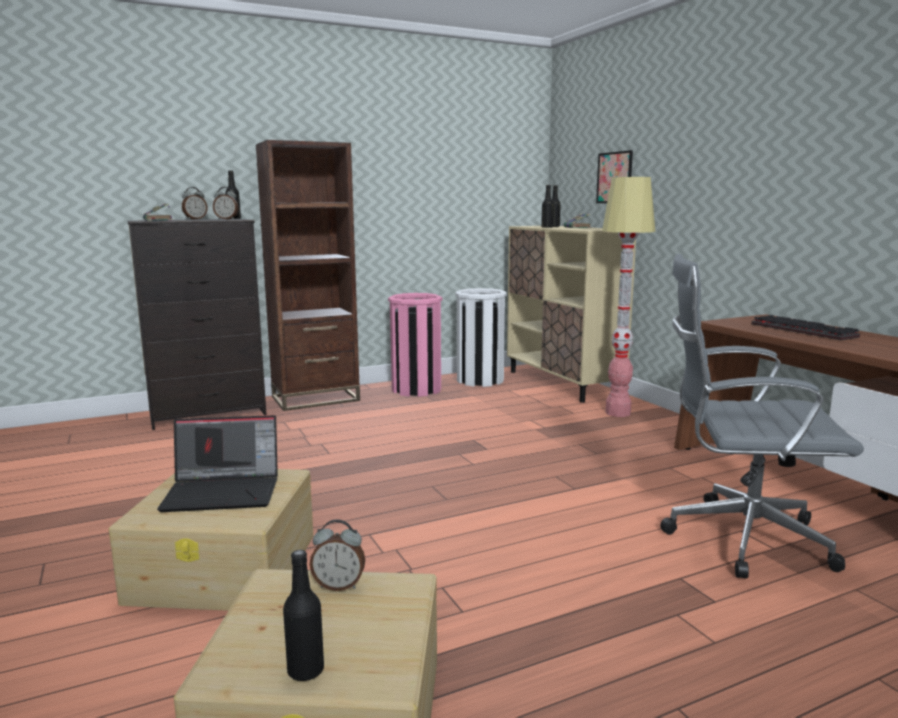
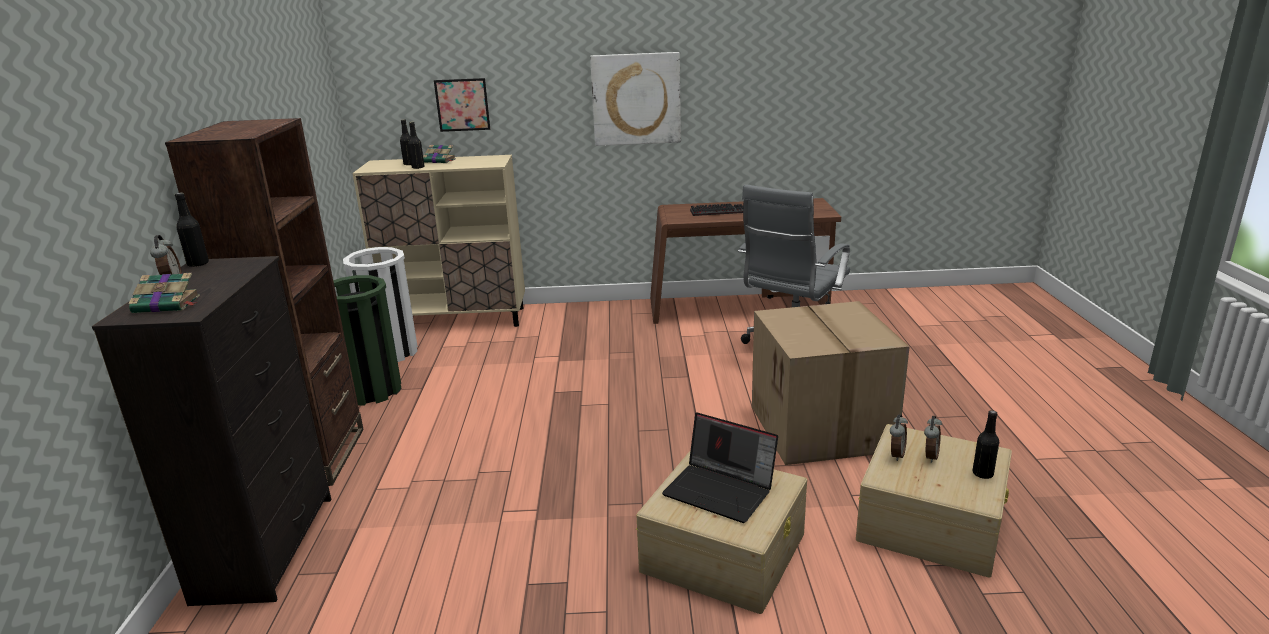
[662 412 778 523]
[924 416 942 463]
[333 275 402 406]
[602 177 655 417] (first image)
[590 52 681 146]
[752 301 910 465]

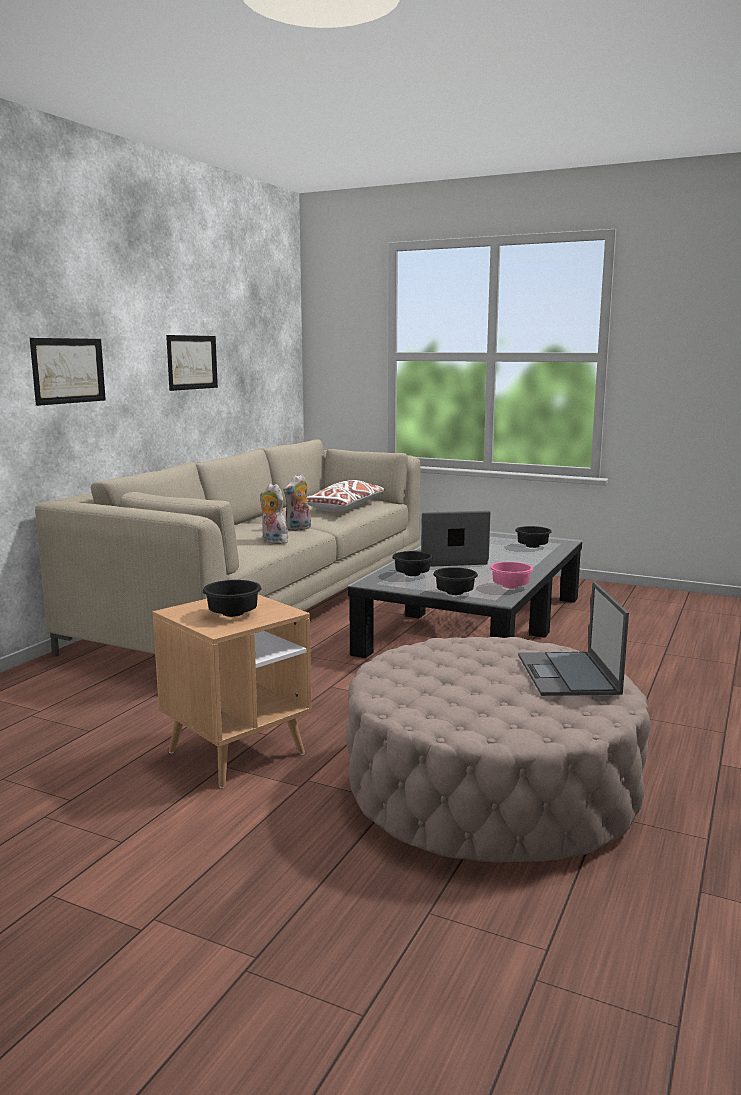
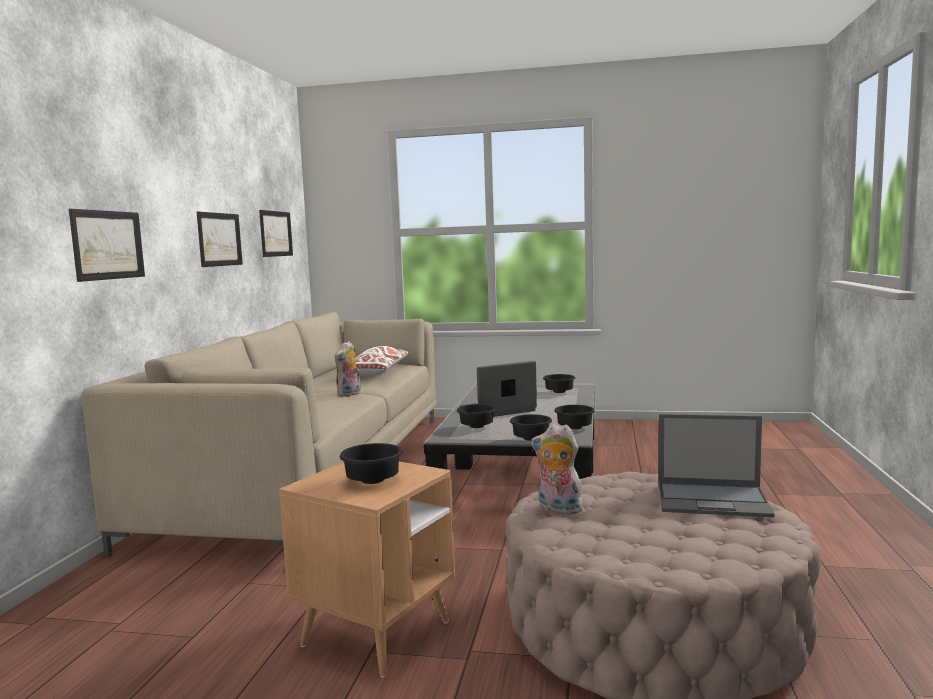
[531 424 583 514]
[554 405 595 429]
[658 414 774 517]
[259 210 293 257]

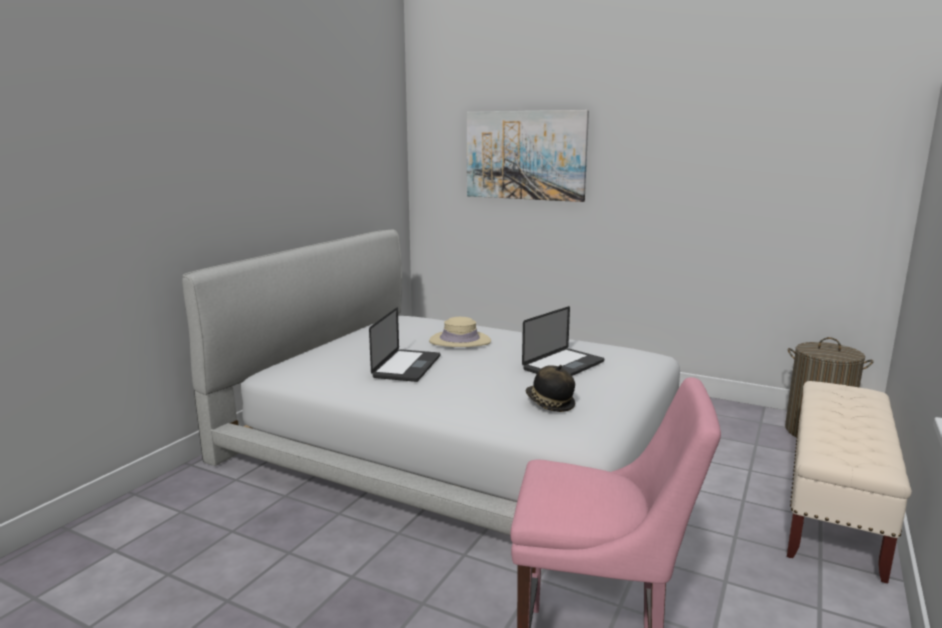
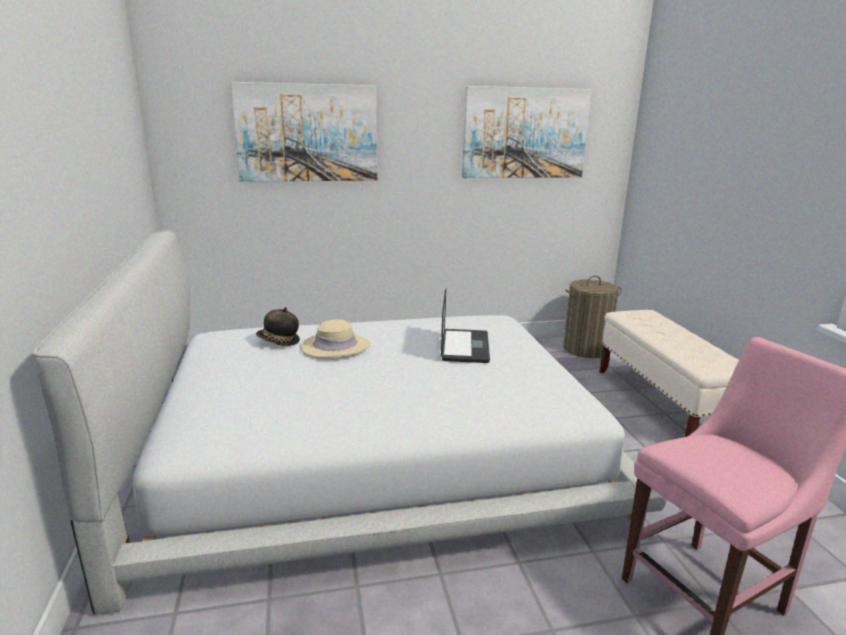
[369 307 440 382] (first image)
[256 307 300 346]
[462 86 592 178]

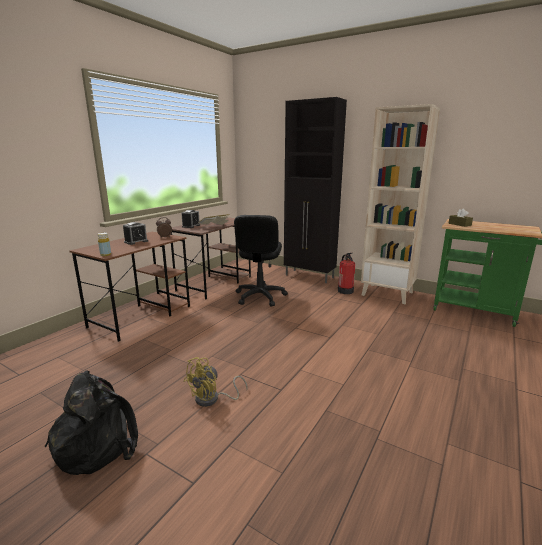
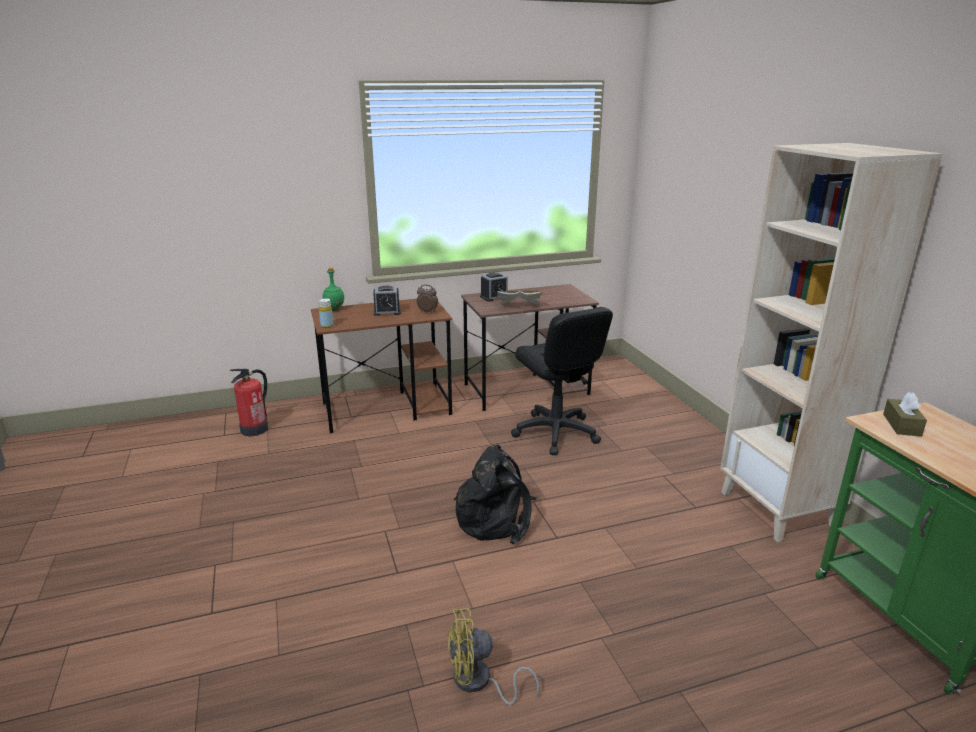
[454 445 537 544]
[447 609 540 705]
[511 307 613 455]
[284 97 347 283] (first image)
[230 369 268 436]
[323 268 345 311]

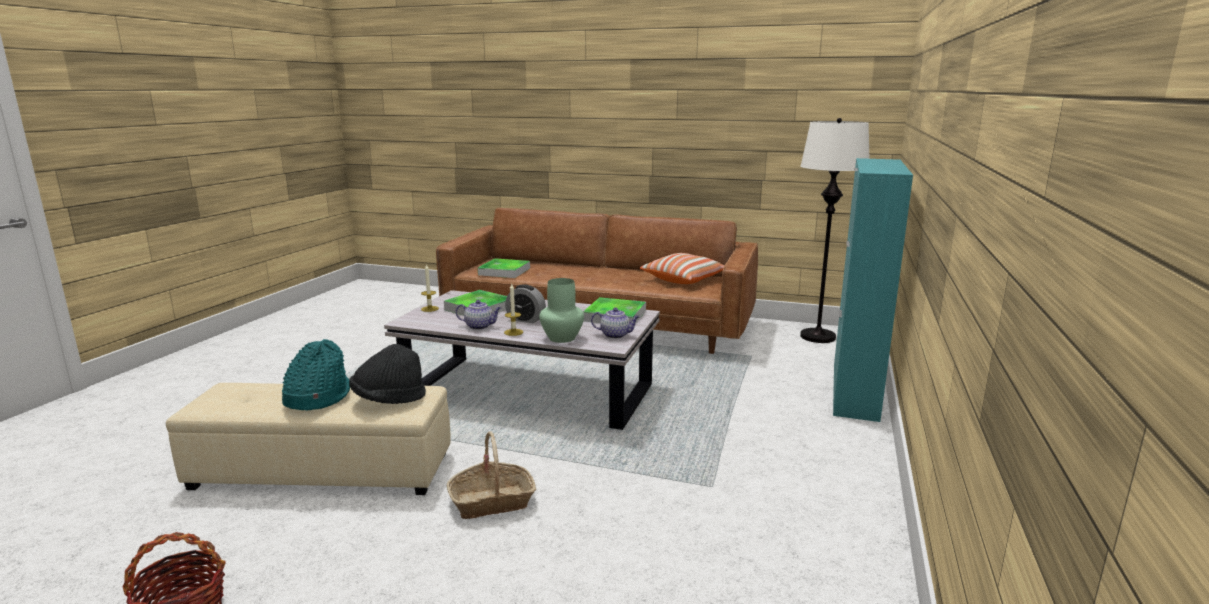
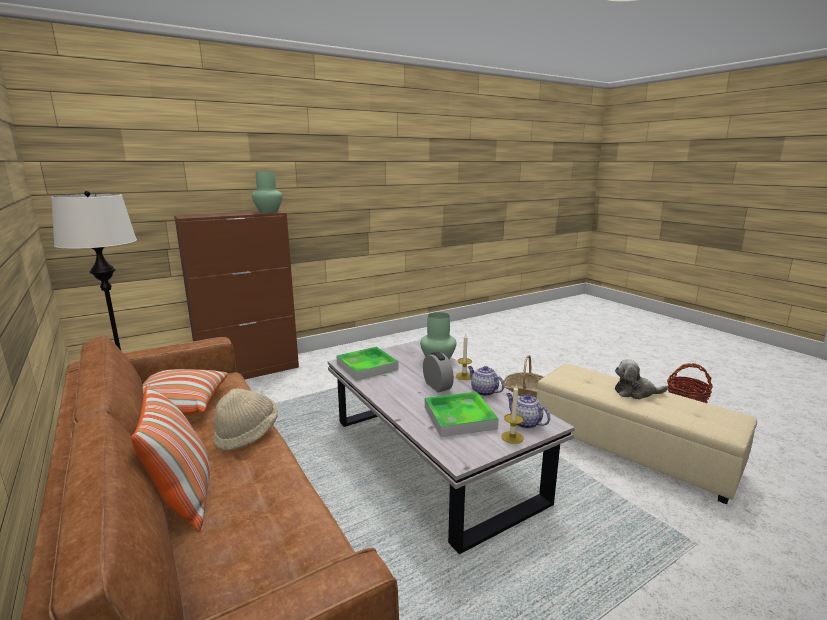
[615 359 668 399]
[349 344 426 404] (first image)
[478 258 530 278] (first image)
[506 393 550 429]
[174 211 299 380]
[131 383 210 532]
[214 388 278 451]
[252 171 283 213]

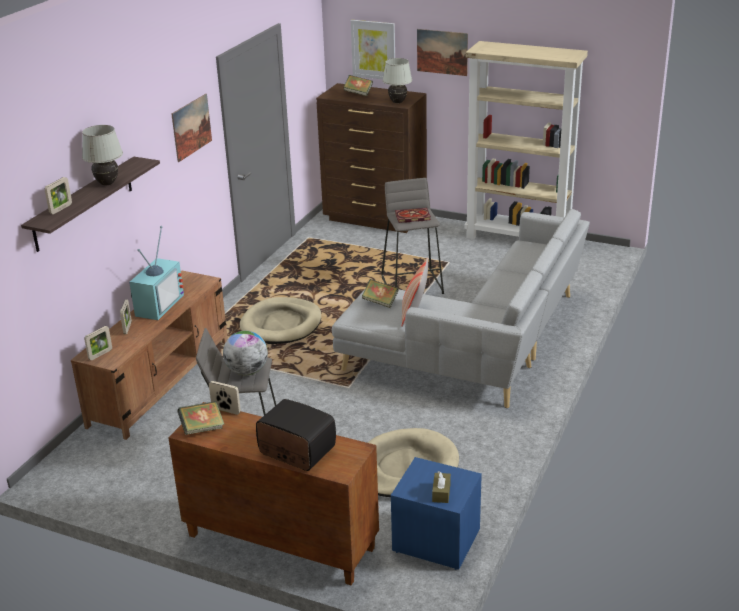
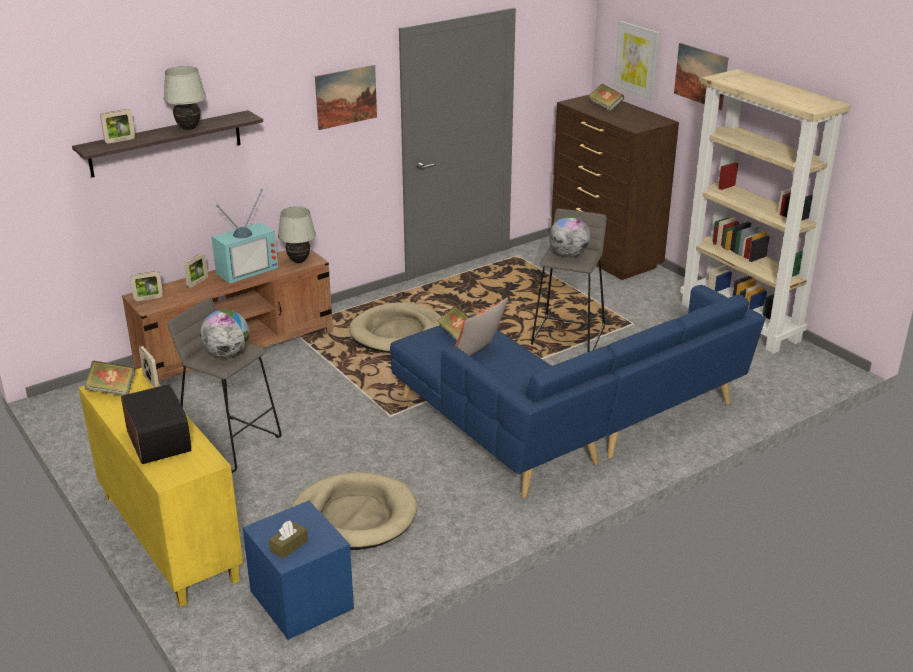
[79 368 243 607]
[390 285 765 498]
[278 206 316 263]
[549 216 590 257]

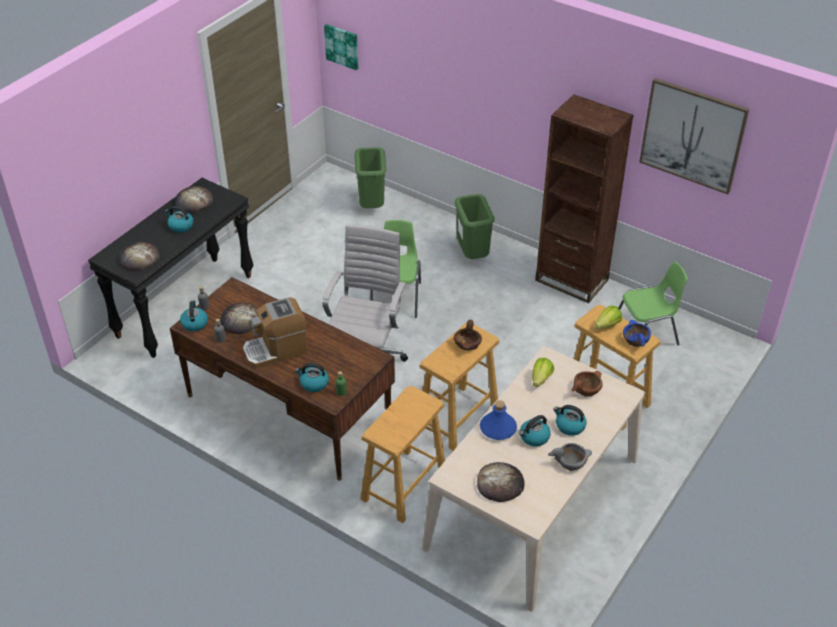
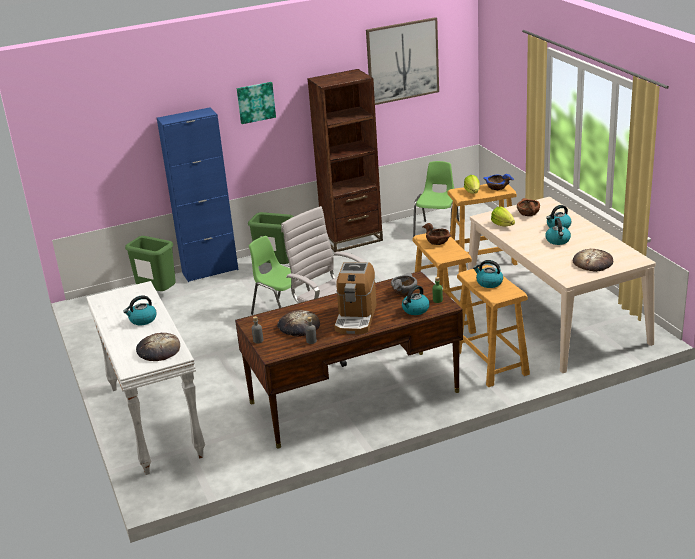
[86 281 205 475]
[175 186 213 212] (first image)
[473 260 503 288]
[237 82 276 124]
[480 400 517 440] (first image)
[391 273 417 295]
[157 107 238 282]

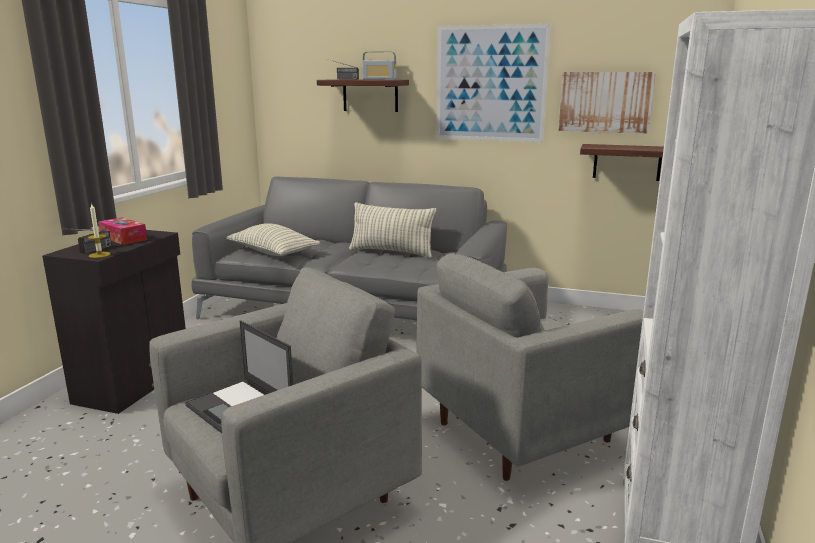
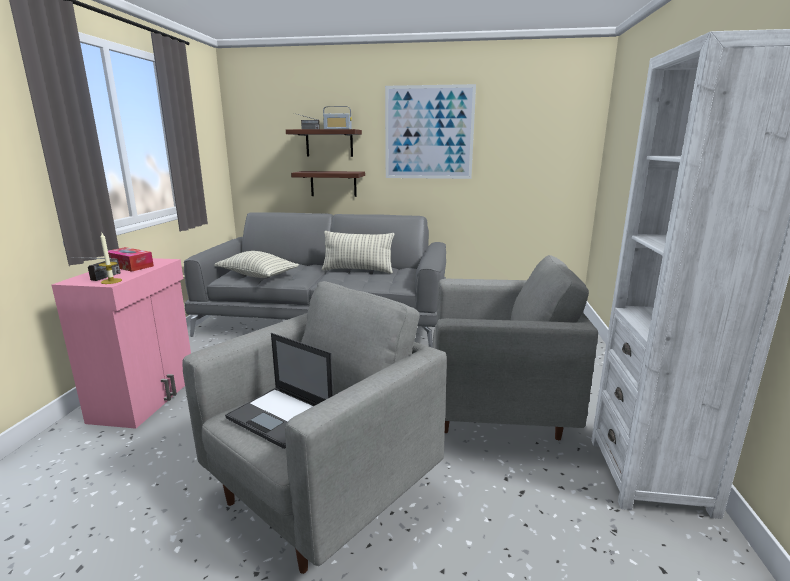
[52 258 191 429]
[432 255 598 440]
[559 72 656 133] (first image)
[291 171 365 197]

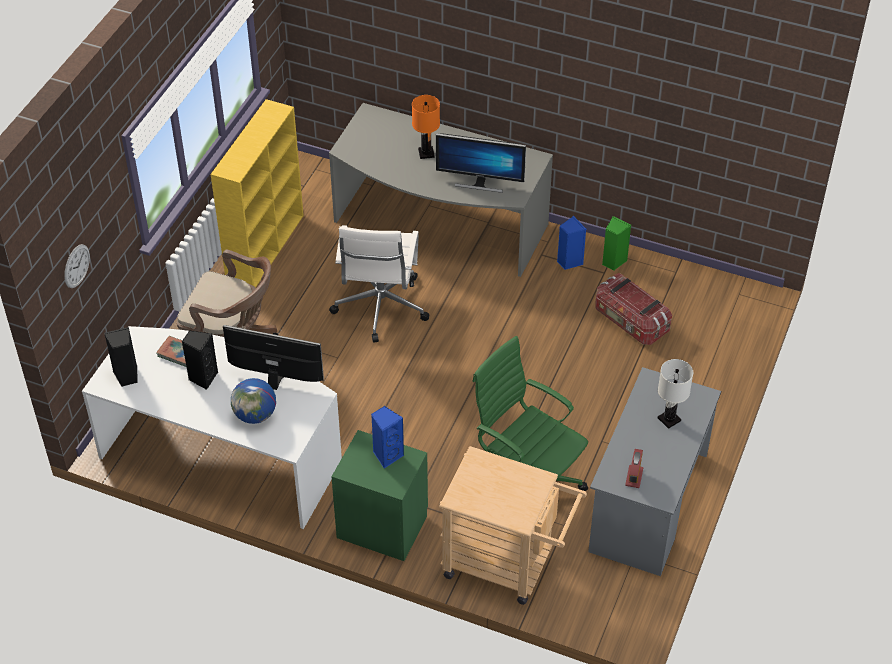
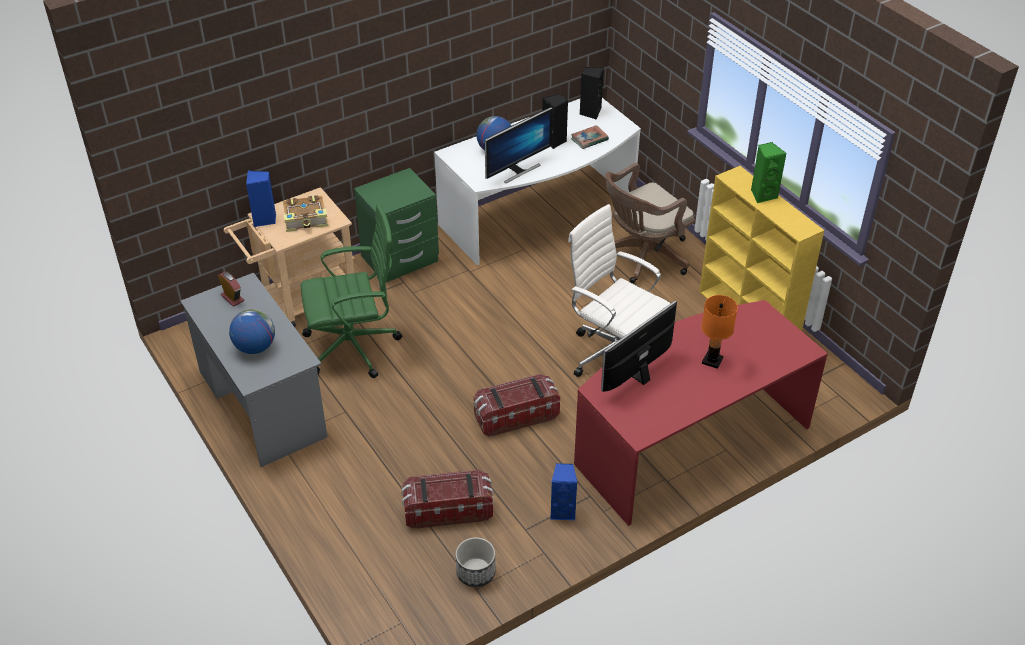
[64 244 90 288] (first image)
[574 300 828 526]
[246 170 276 227]
[751 142 786 204]
[229 309 275 354]
[283 195 328 232]
[455 537 496 587]
[474 374 560 437]

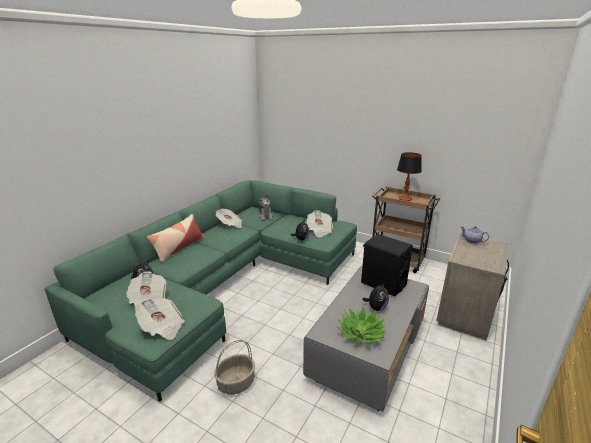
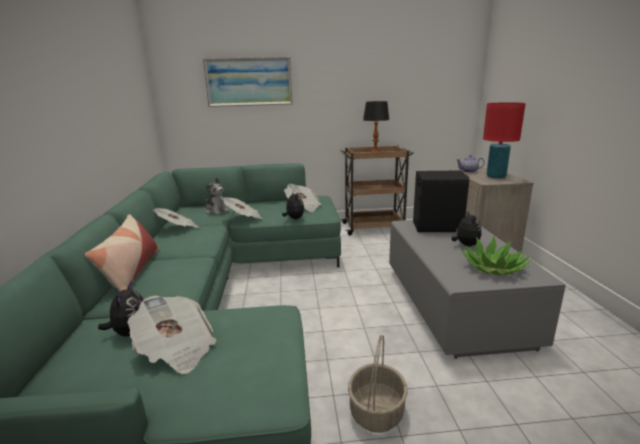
[221 197 262 219]
[203 57 293 107]
[483 102 526 179]

